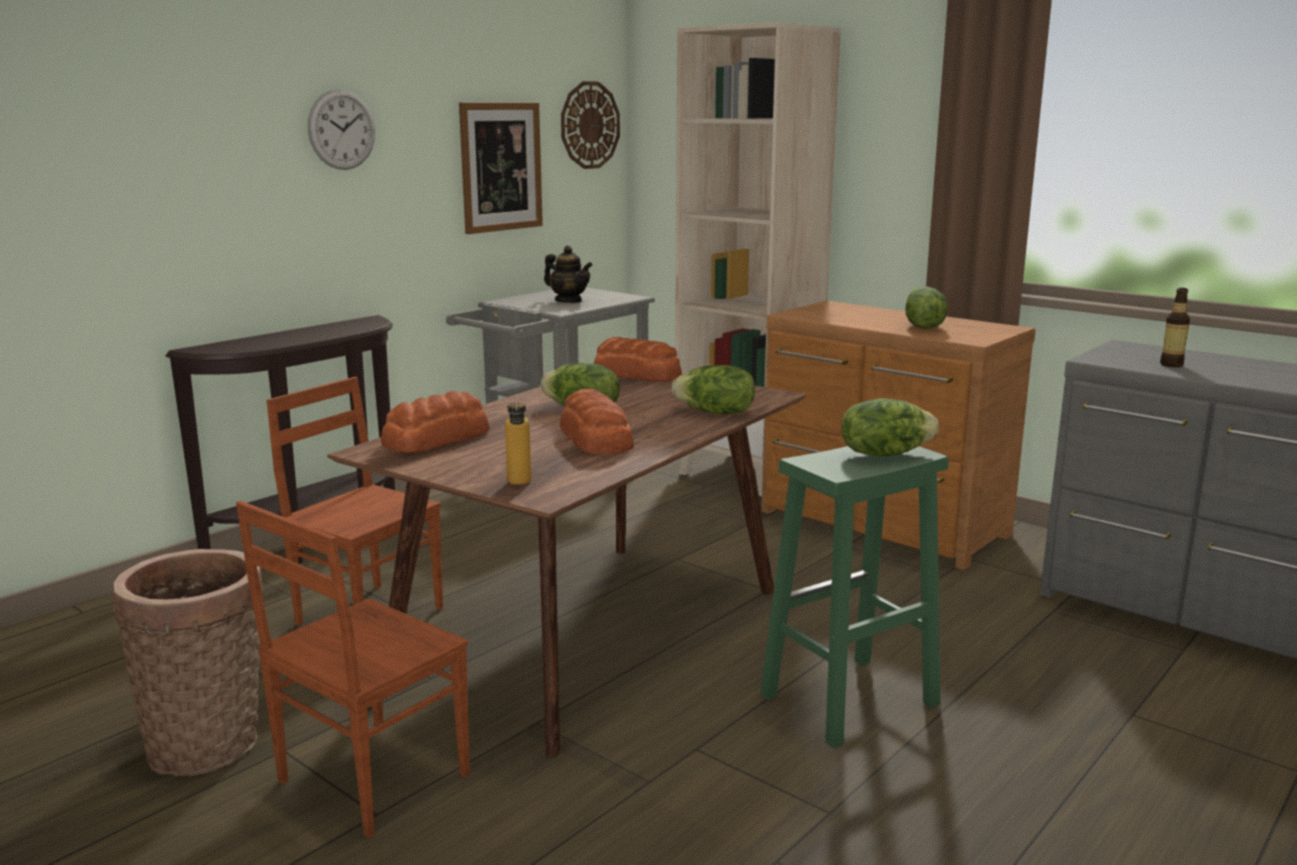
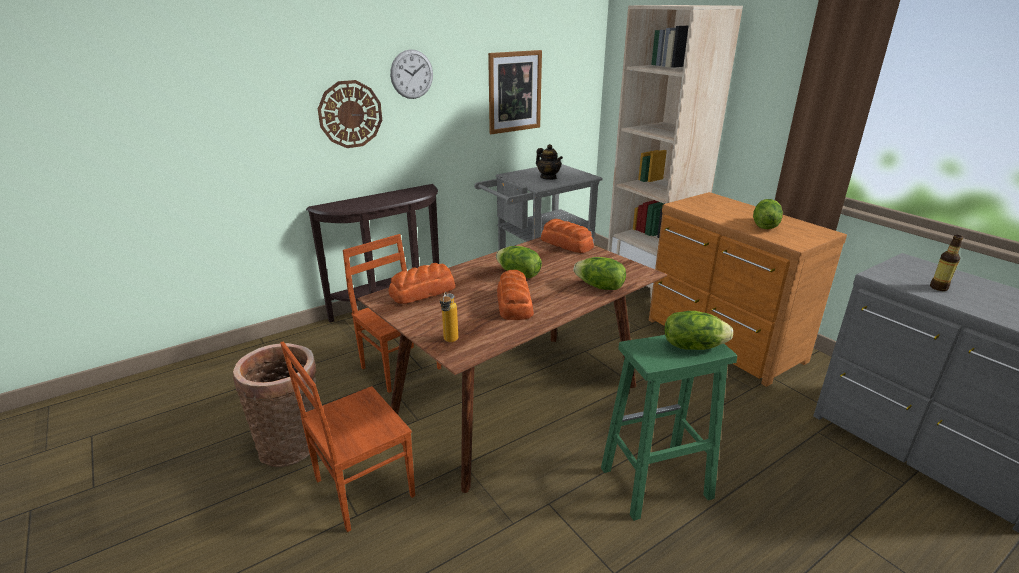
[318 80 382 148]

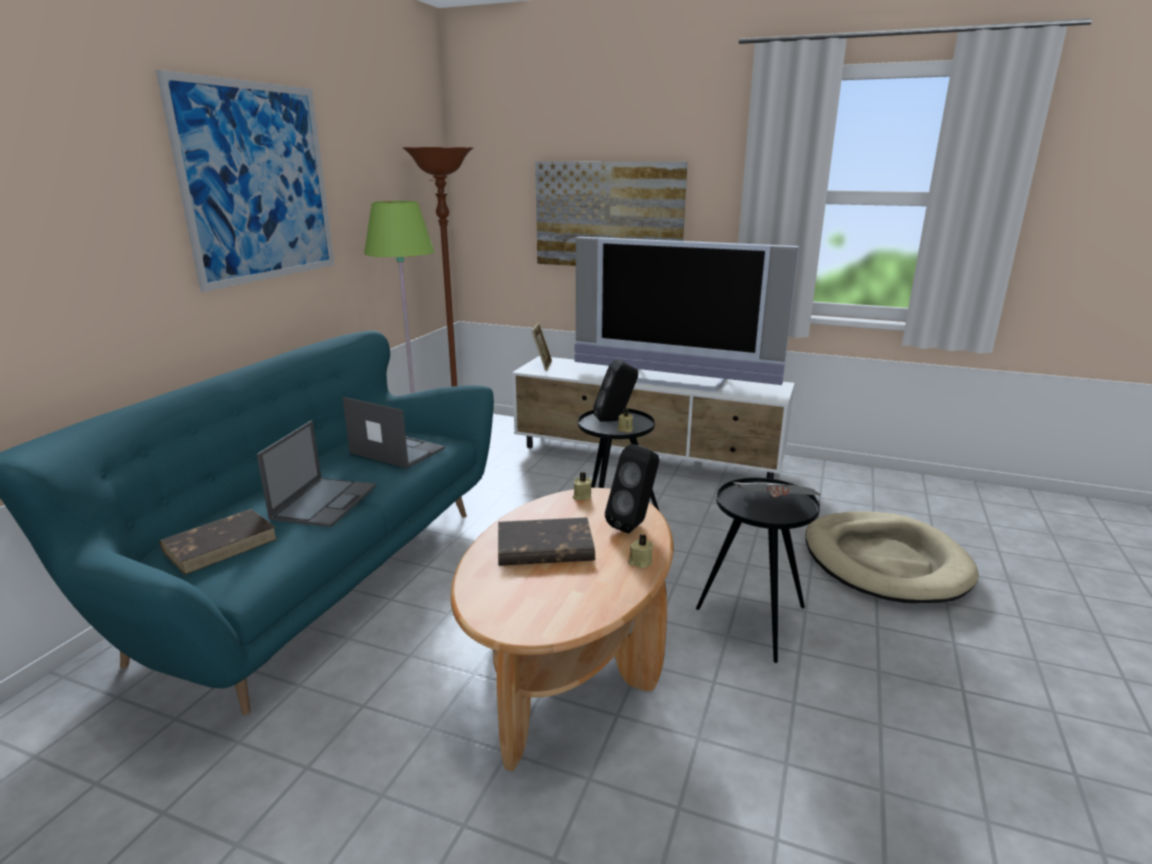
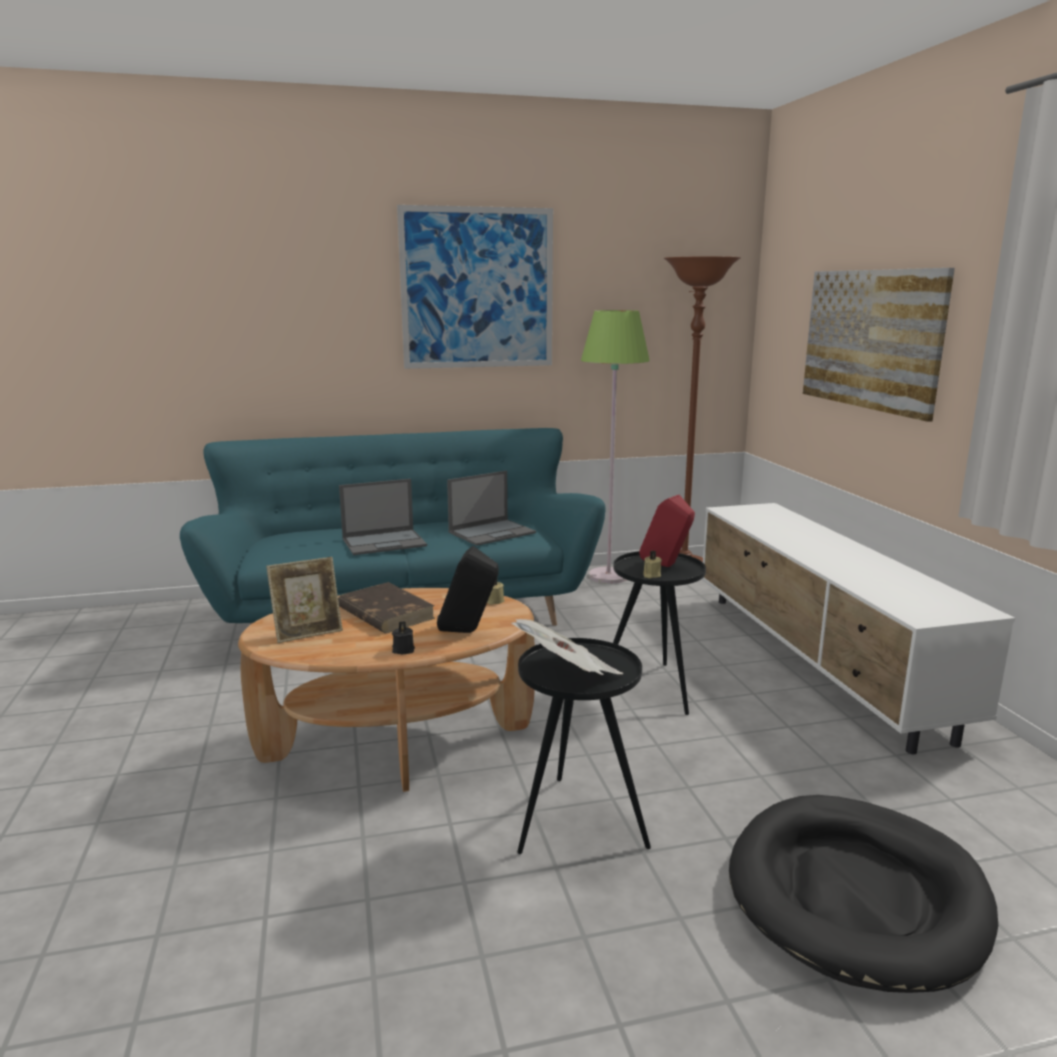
[159 509 277 575] (first image)
[447 471 536 546]
[266 557 343 643]
[575 237 799 392] (first image)
[639 495 695 567]
[392 621 415 654]
[729 795 998 993]

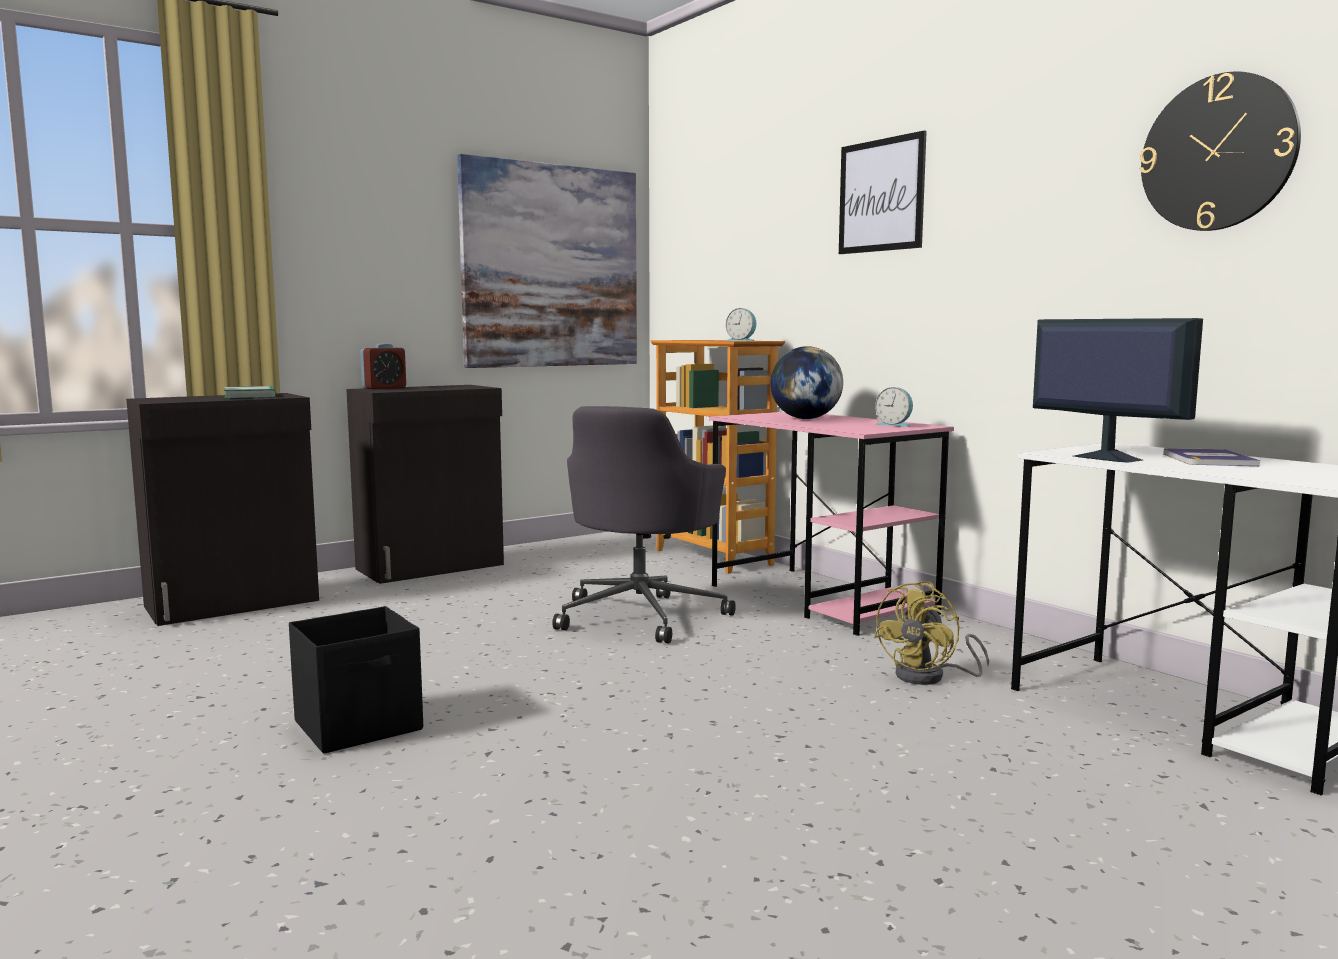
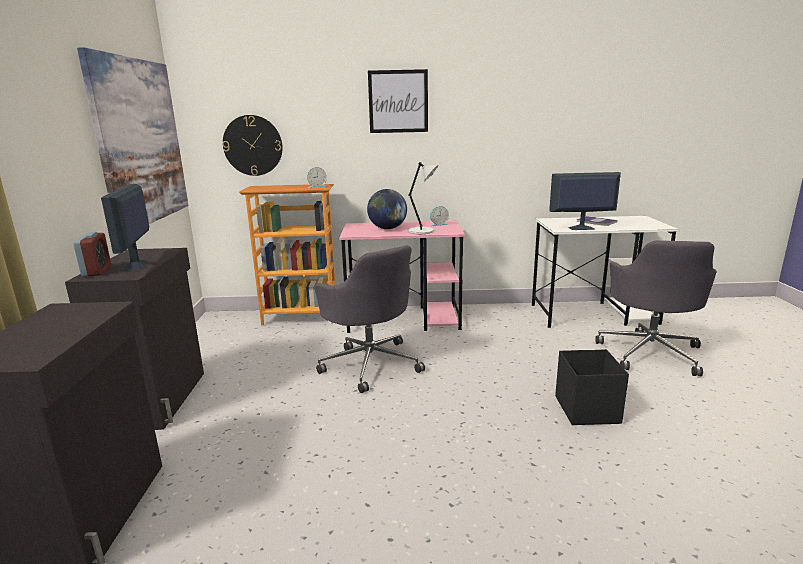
[224 386 276 399] (first image)
[555 349 629 425]
[873 581 989 685] (first image)
[222 115 283 176]
[101 184 149 271]
[408 162 438 234]
[595 240 716 376]

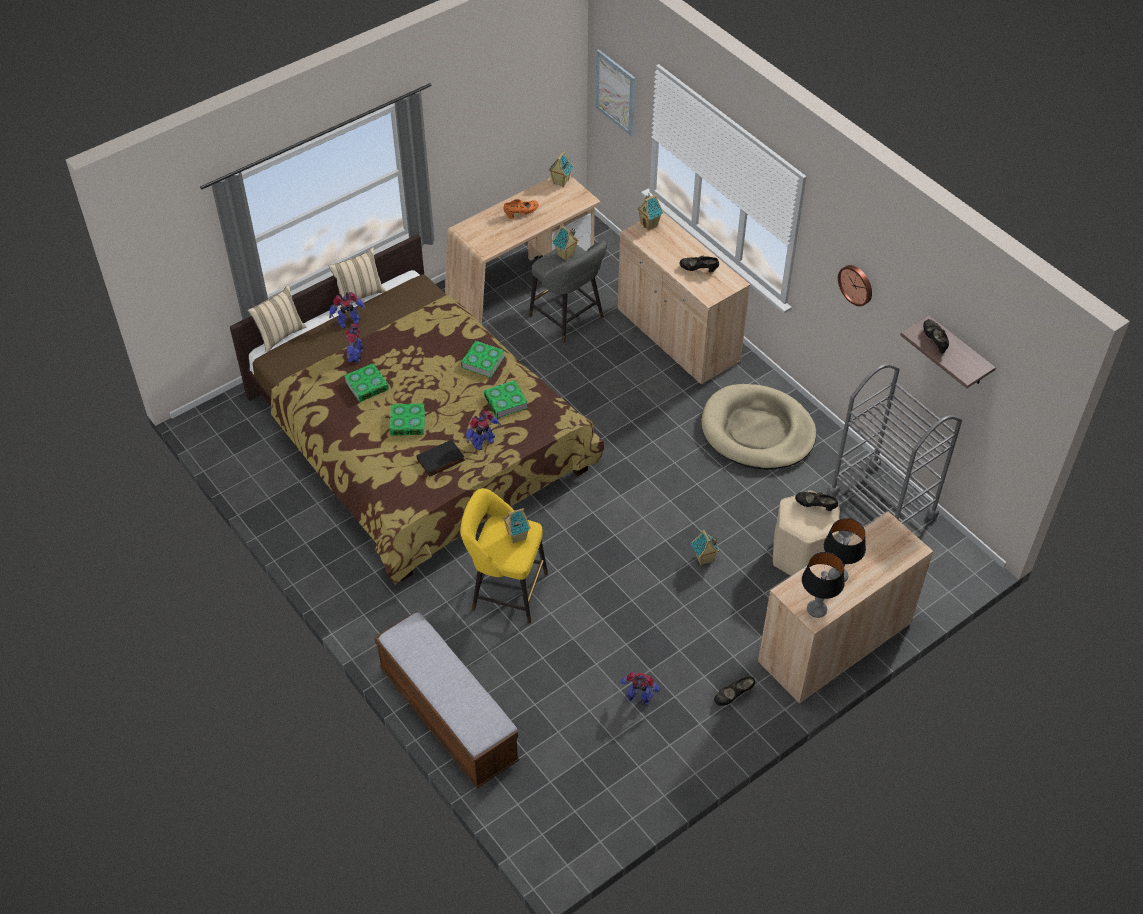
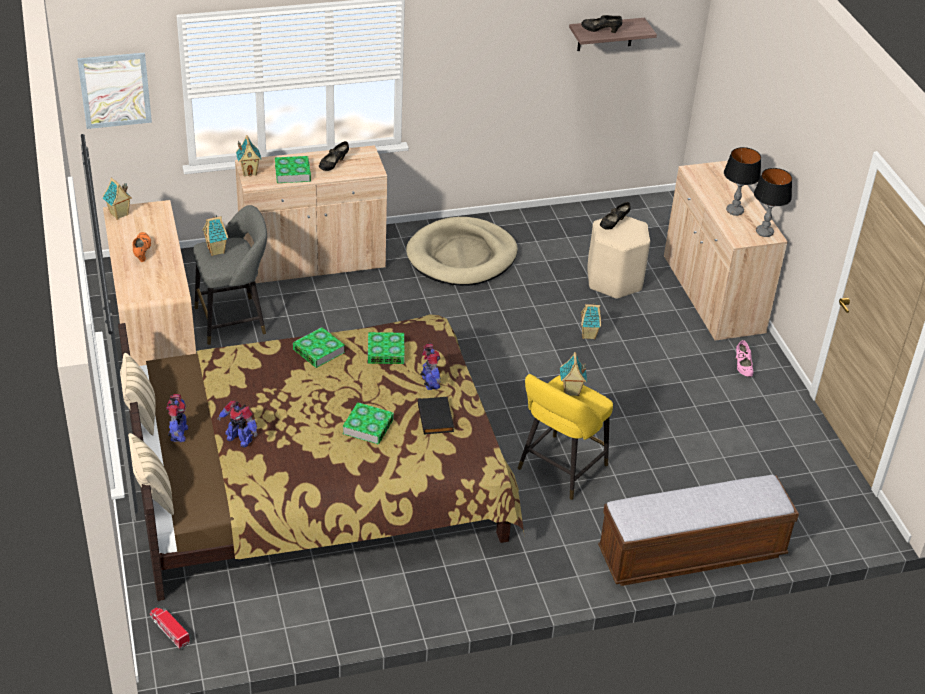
[275 156 311 183]
[619 672 662 705] (first image)
[736 340 754 377]
[827 363 962 524] (first image)
[838 265 872 306] (first image)
[150 608 190 649]

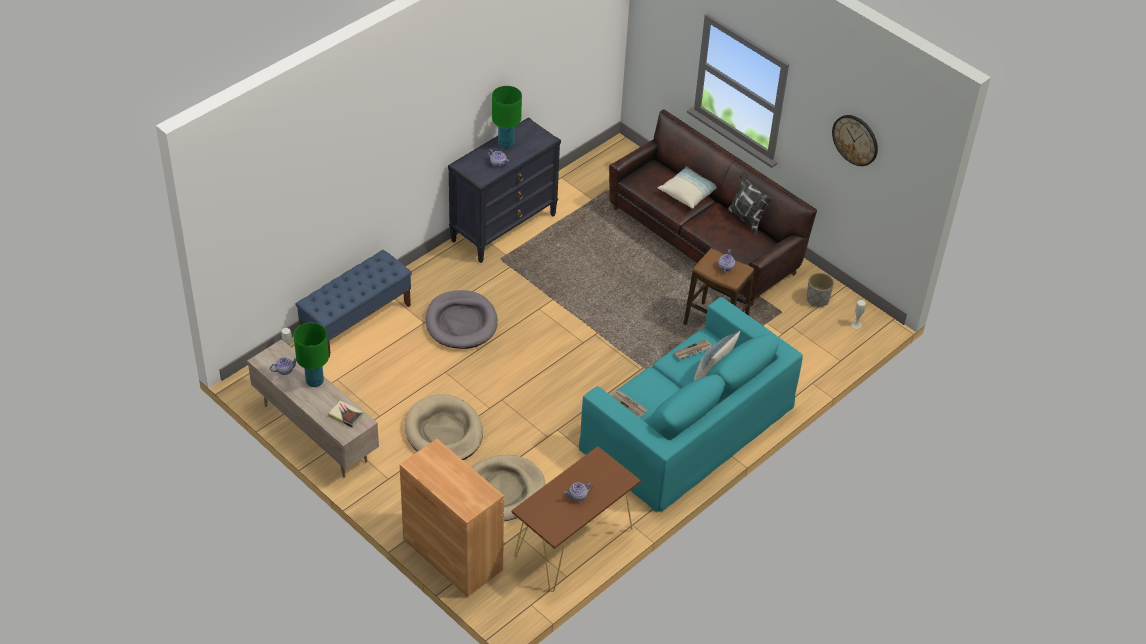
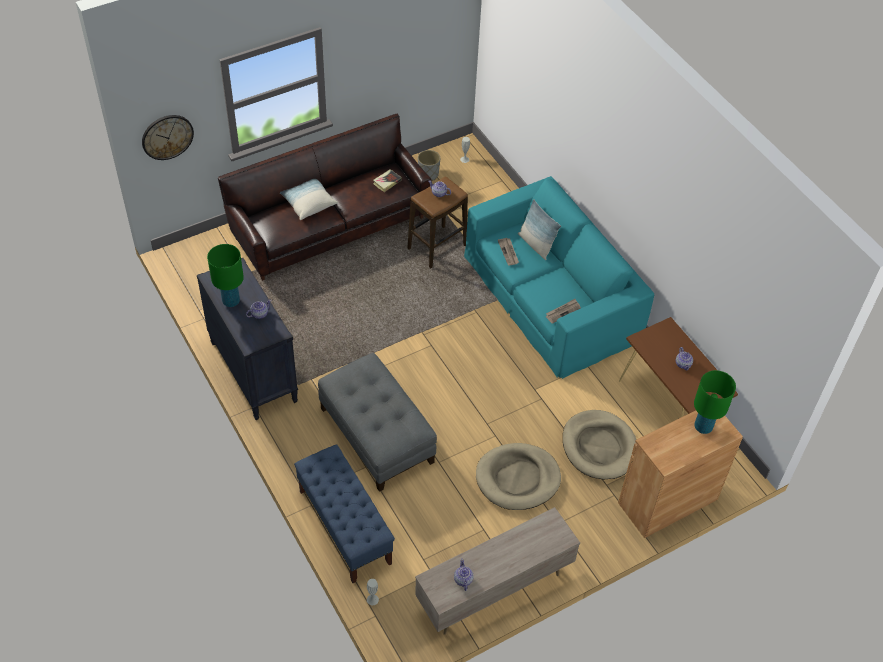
[694 370 736 434]
[373 169 402 192]
[318 353 437 492]
[728 171 772 234] (first image)
[142 115 194 160]

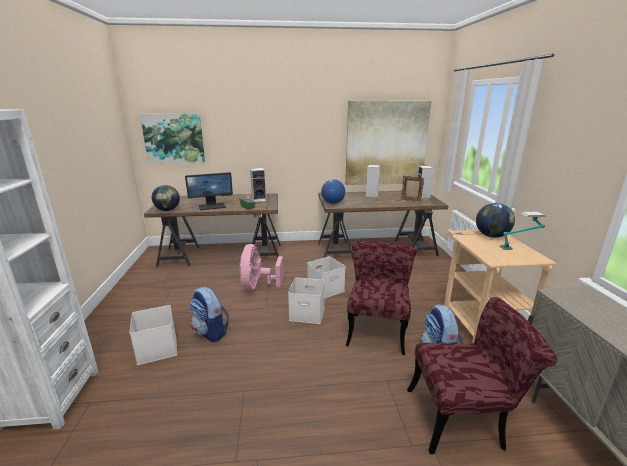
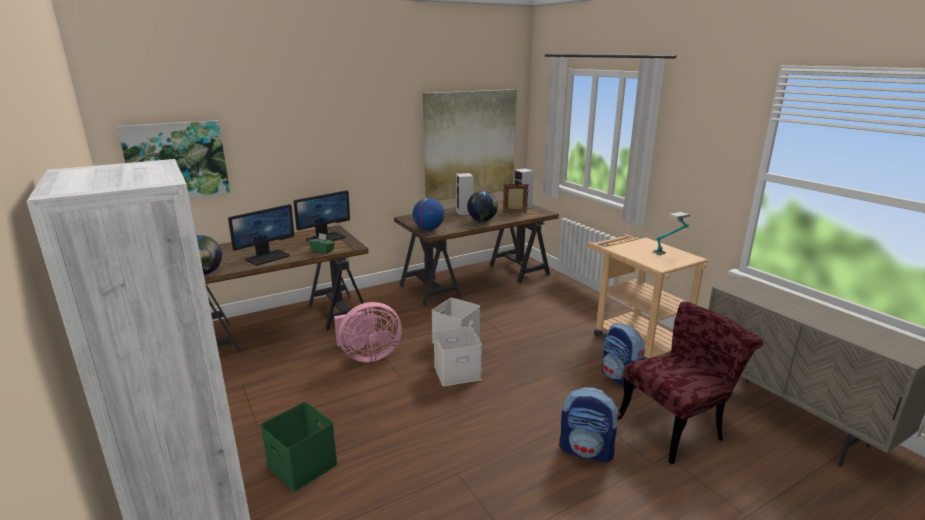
[261 402 338 492]
[559 387 620 463]
[334 302 402 362]
[294 190 350 241]
[346 241 418 355] (first image)
[467 191 498 222]

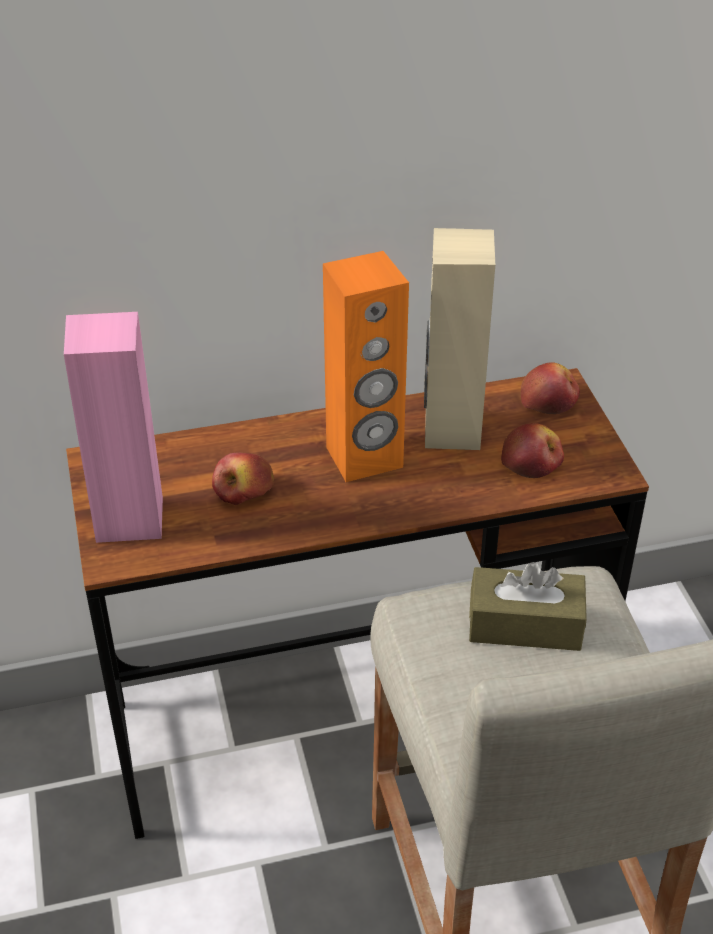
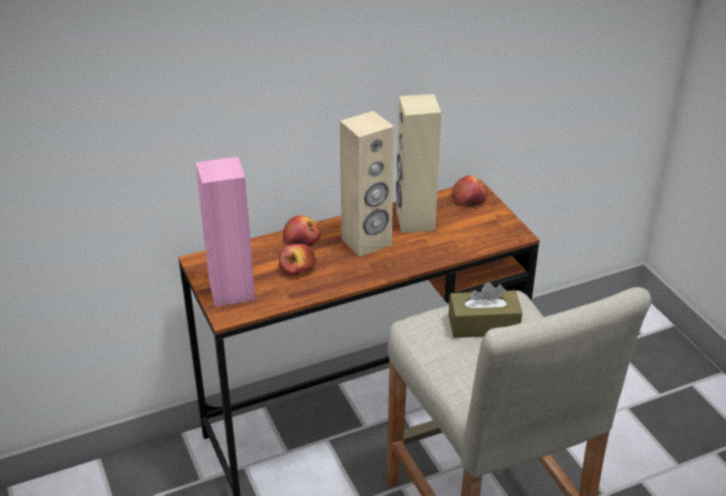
[340 111 394 257]
[283 215 320 246]

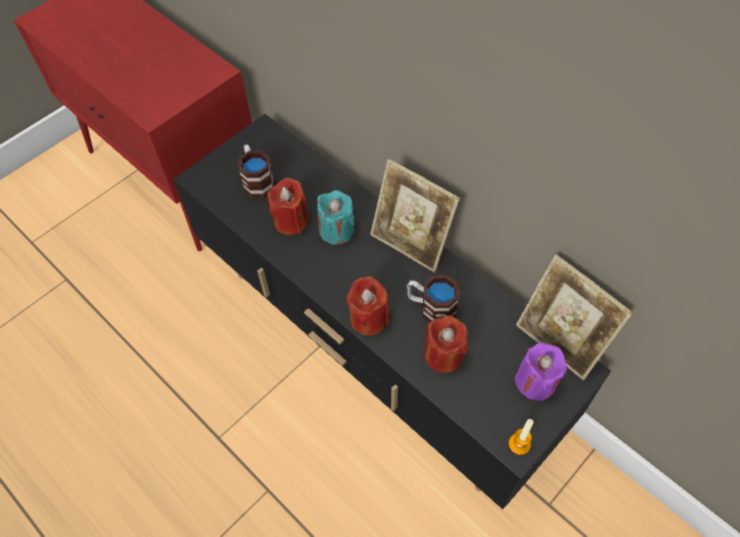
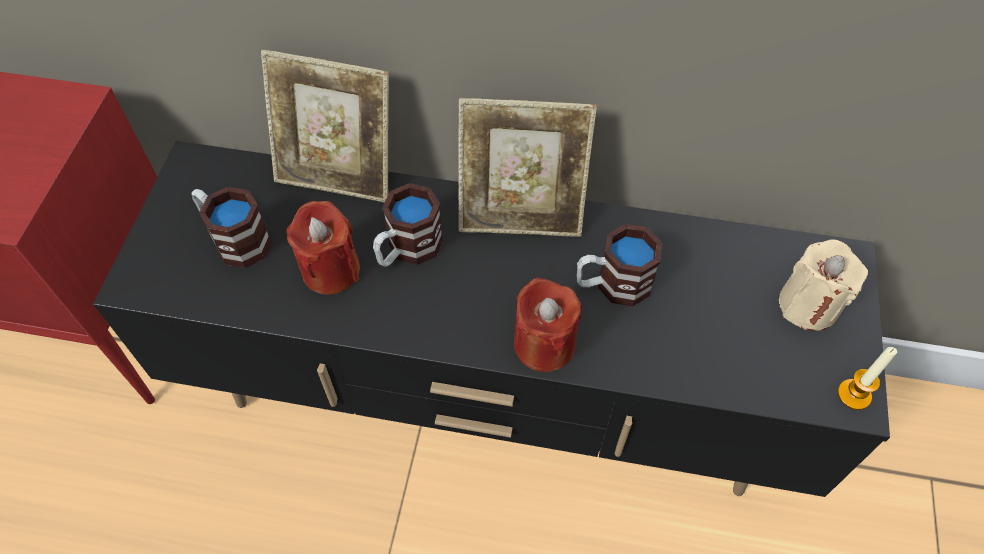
[373 183 443 267]
[424 316 468 373] (first image)
[779 239 868 331]
[261 50 389 202]

